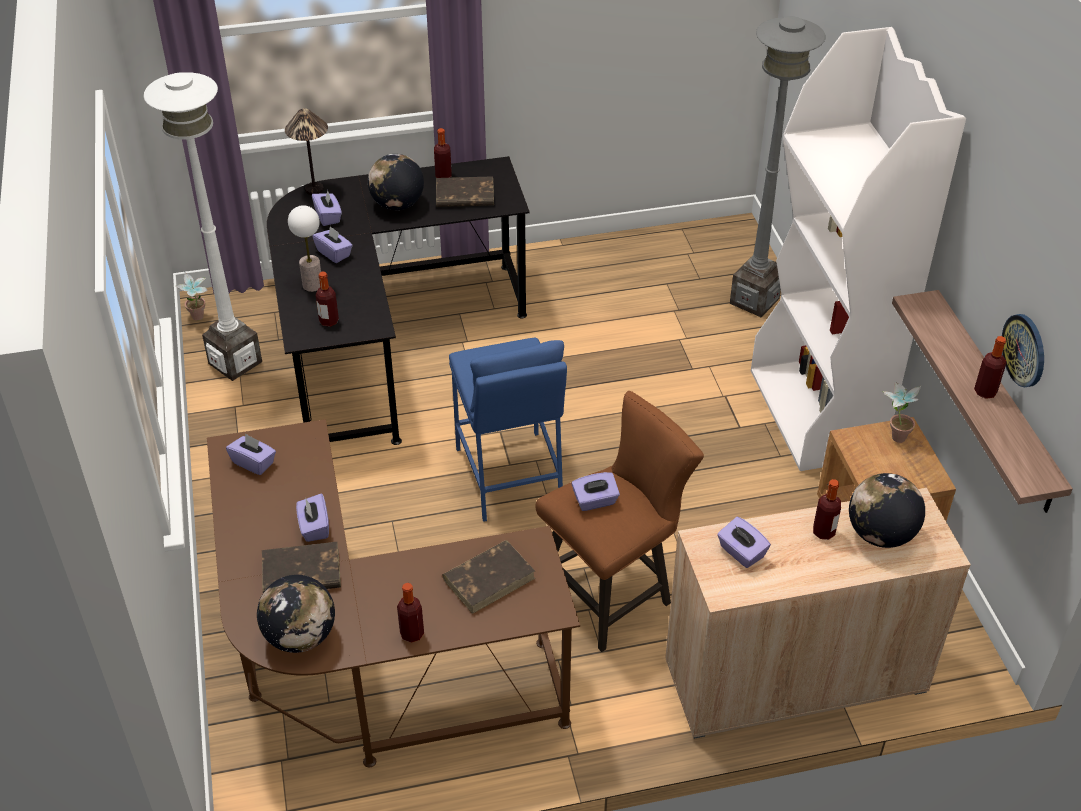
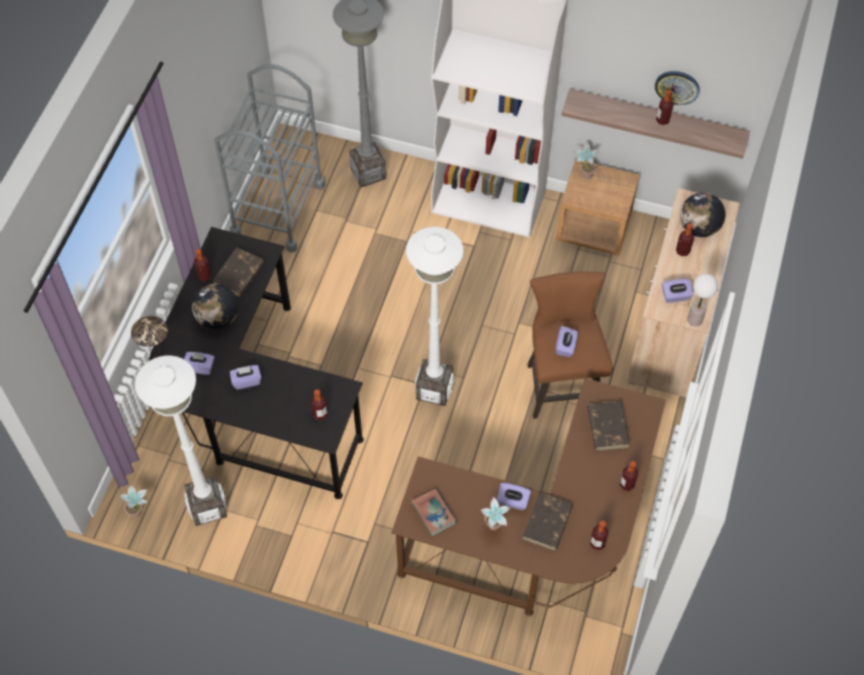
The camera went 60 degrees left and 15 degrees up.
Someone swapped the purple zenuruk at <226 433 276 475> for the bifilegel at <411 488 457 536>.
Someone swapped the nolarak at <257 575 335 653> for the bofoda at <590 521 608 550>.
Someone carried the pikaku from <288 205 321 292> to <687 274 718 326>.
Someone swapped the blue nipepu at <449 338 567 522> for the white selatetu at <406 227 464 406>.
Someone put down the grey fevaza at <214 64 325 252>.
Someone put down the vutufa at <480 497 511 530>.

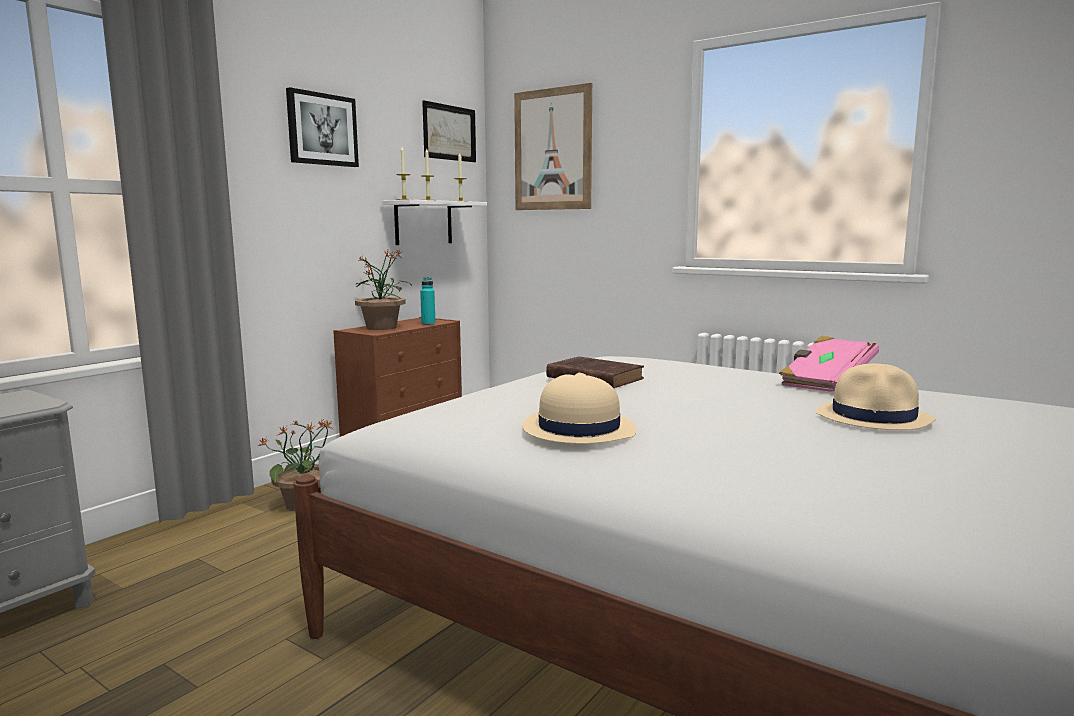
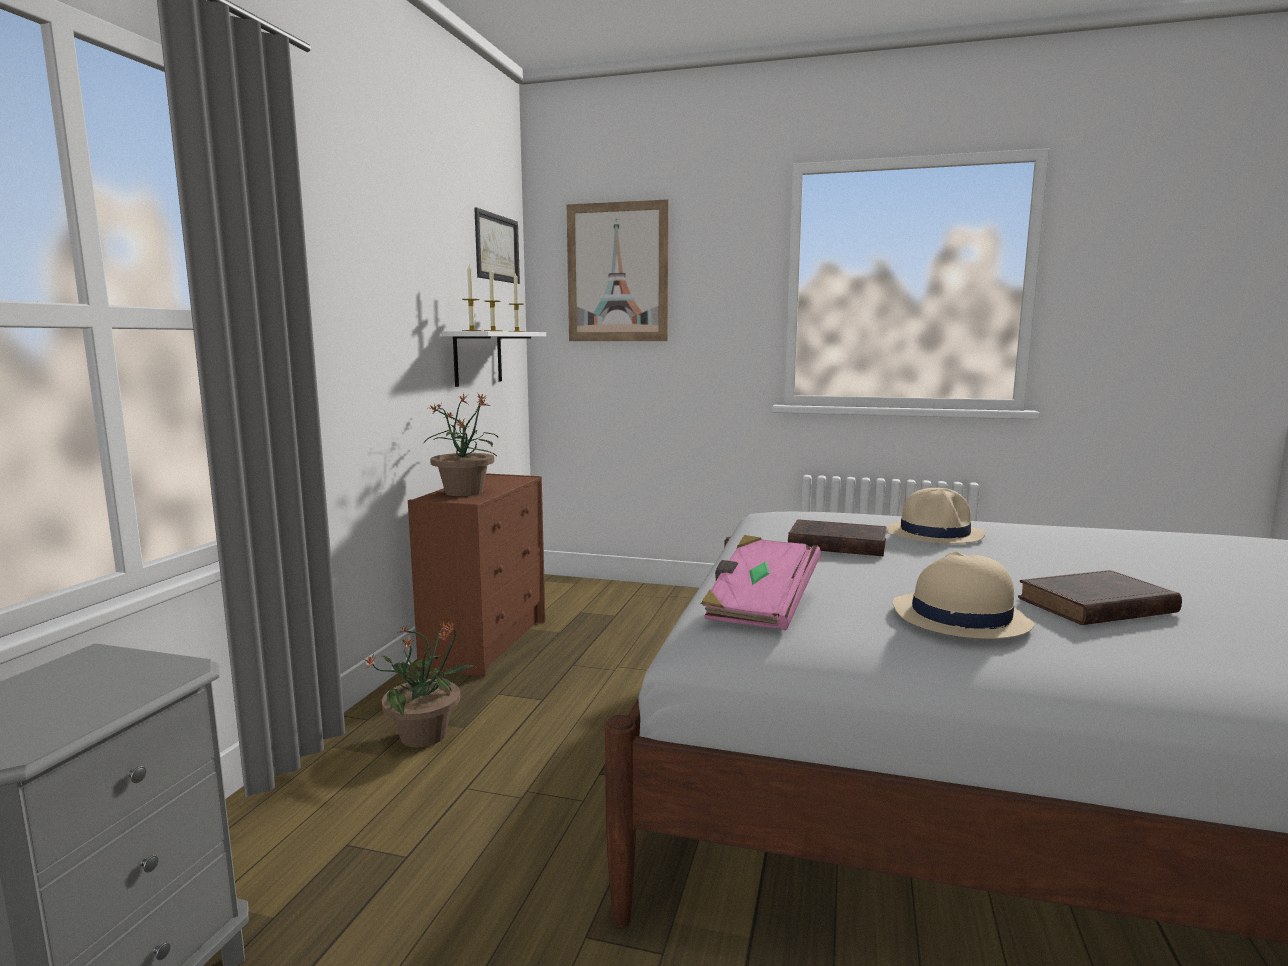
The camera went 20 degrees left and 0 degrees up.
Someone took away the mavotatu at <286 87 359 167>.
Someone took away the turquoise bofoda at <420 277 436 325>.
Someone carried the pink bifilegel from <779 336 879 391> to <701 535 821 630>.
Someone carried the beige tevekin from <816 364 936 430> to <887 488 986 544>.
Someone put down the brown bifilegel at <1018 570 1182 625>.

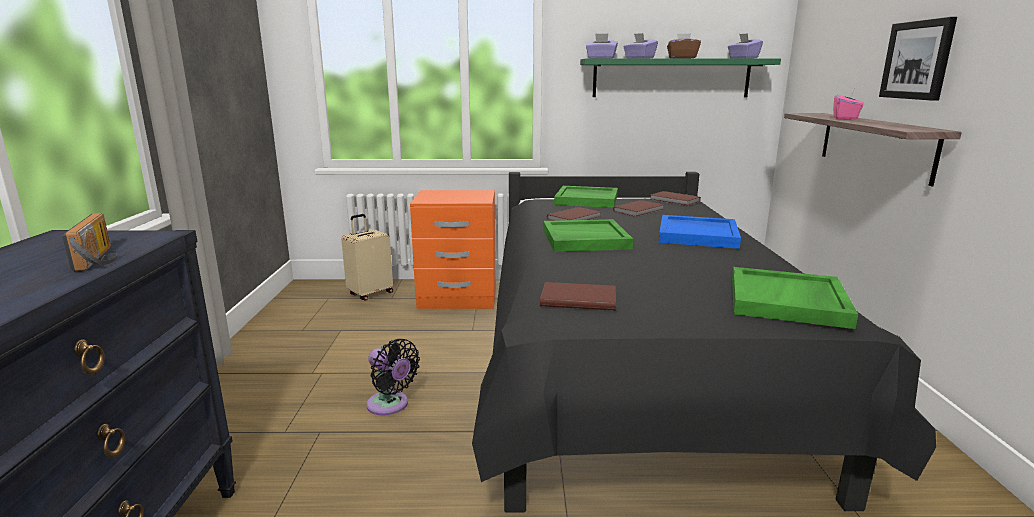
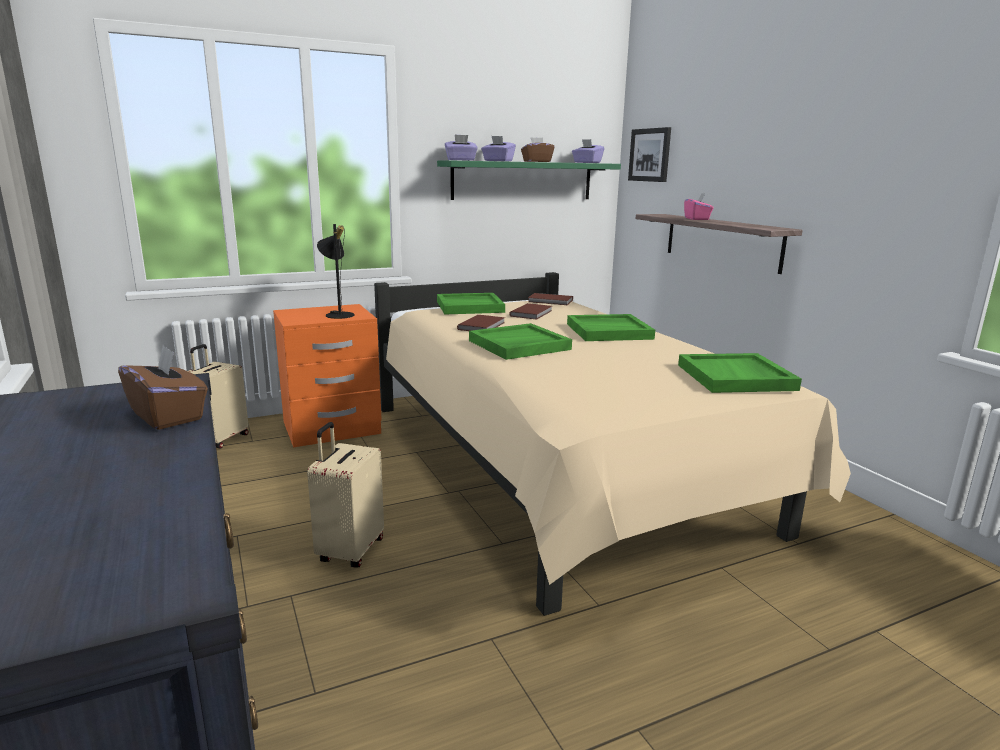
The camera went 25 degrees left and 0 degrees up.
Someone swapped the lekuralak at <62 213 118 271> for the brown zenuruk at <118 345 208 430>.
Someone swapped the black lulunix at <366 339 420 416> for the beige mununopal at <307 422 384 568>.
Someone repainted the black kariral at <472 172 936 513>, which became the beige kariral at <374 272 851 616>.
Someone took away the brown bifilegel at <540 282 616 311>.
Someone repainted the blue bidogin at <659 215 741 249>, which became the green bidogin at <567 314 655 341>.
Someone carried the mavotatu from <879 17 957 101> to <628 127 671 182>.
Someone put down the black pikaku at <317 224 354 319>.

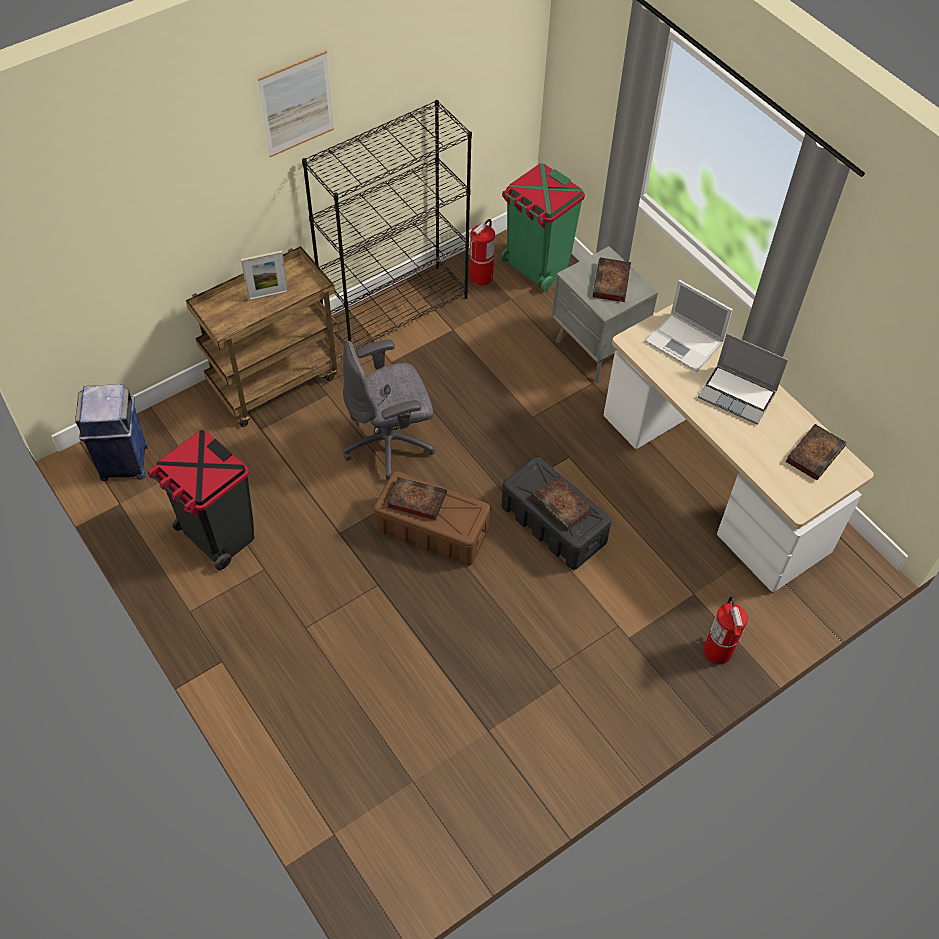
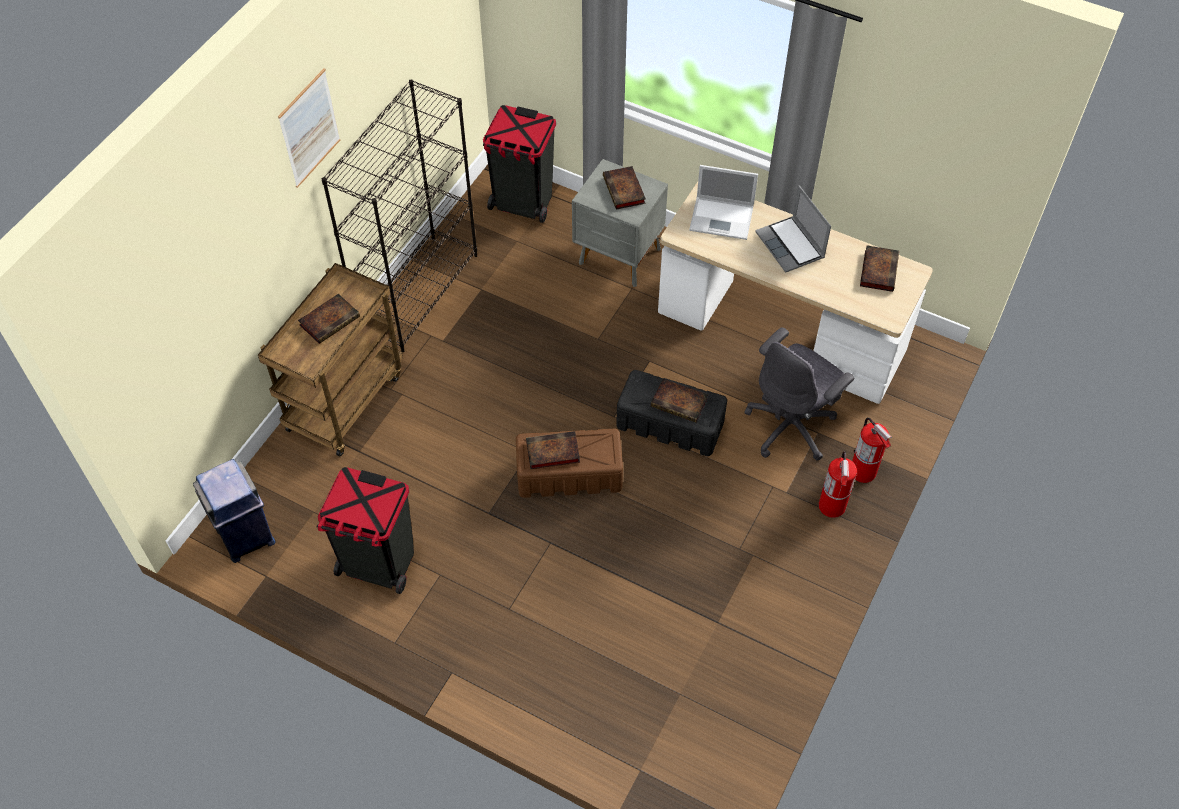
The camera went 25 degrees left and 0 degrees up.
Someone swapped the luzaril at <241 250 288 301> for the bifilegel at <298 294 360 344>.
Someone carried the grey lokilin from <343 339 436 481> to <744 327 854 461>.
Someone carried the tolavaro from <469 219 495 286> to <819 451 857 518>.
Someone repainted the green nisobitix at <500 163 585 291>, which became the black nisobitix at <483 105 556 223>.
Someone rotated the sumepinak at <698 333 788 425> by 60 degrees clockwise.

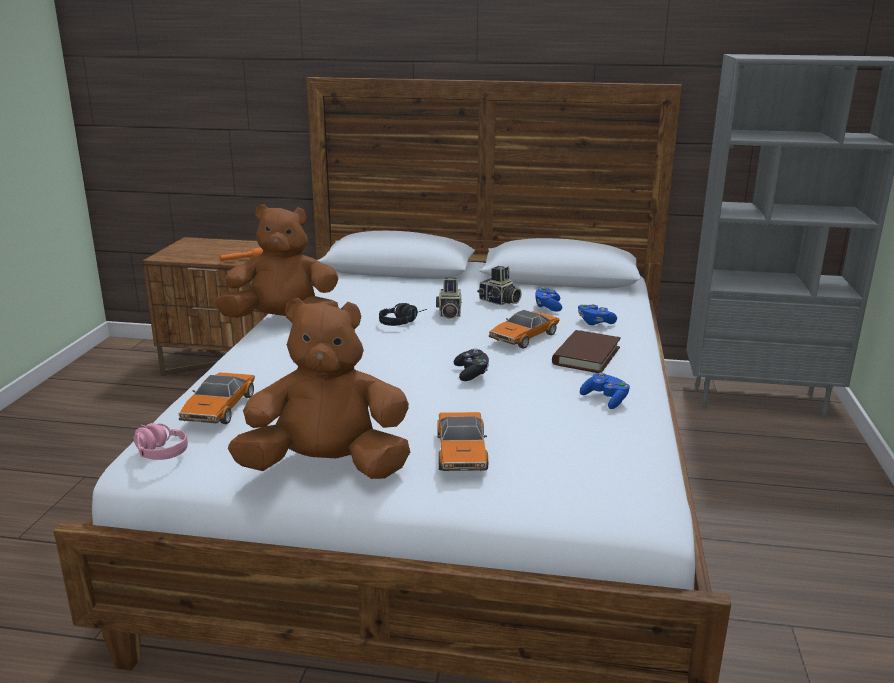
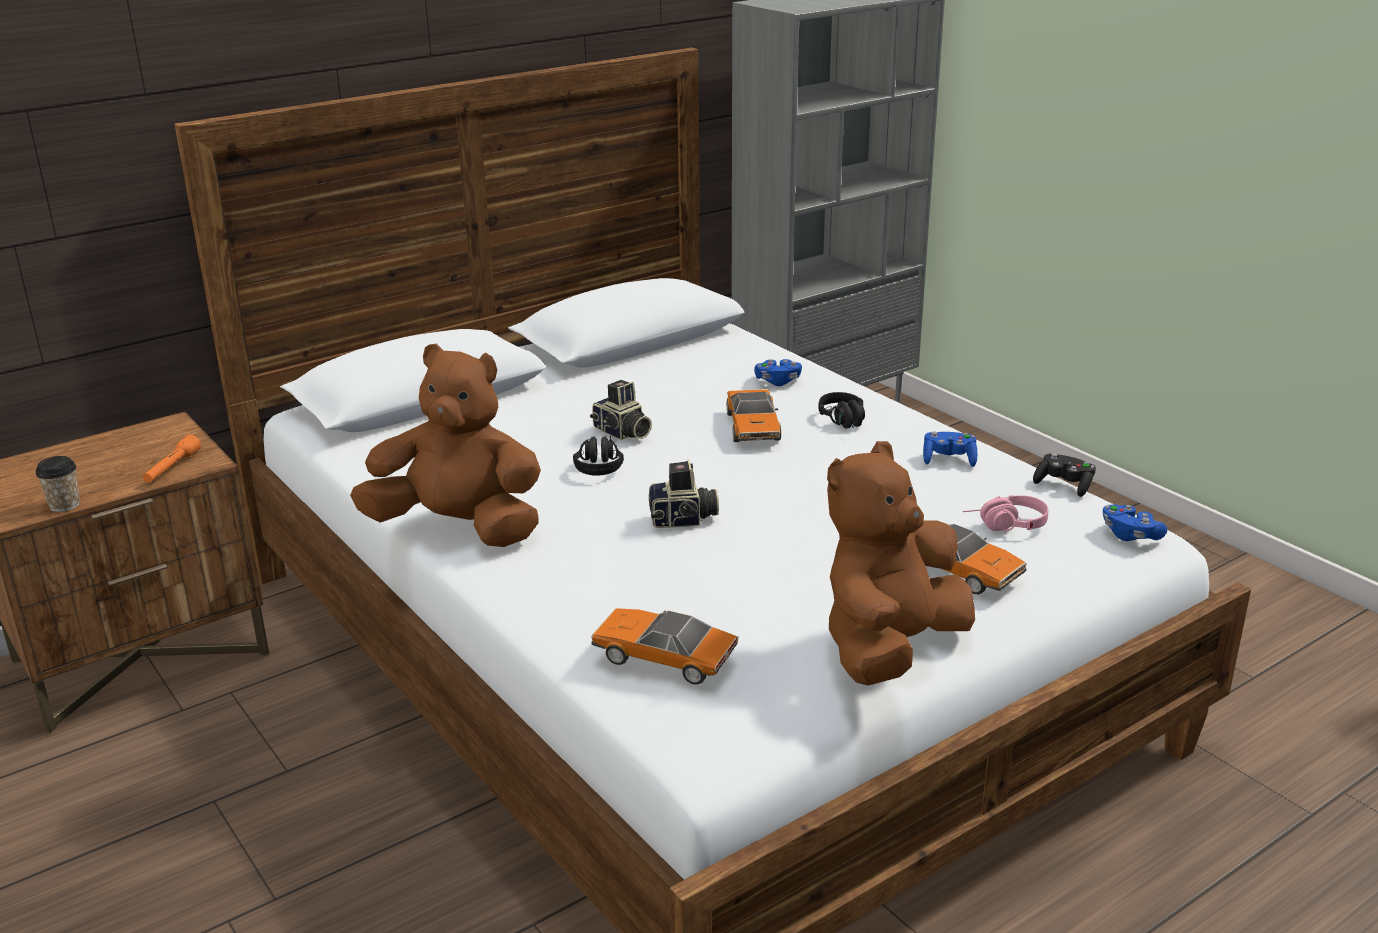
The camera went 45 degrees left and 5 degrees up.
Someone carried the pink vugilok from <134 423 188 460> to <963 495 1048 532>.
Someone rotated the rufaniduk at <178 372 255 424> by 150 degrees clockwise.
Someone rotated the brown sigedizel at <215 204 339 318> by 60 degrees clockwise.
Someone carried the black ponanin from <454 348 489 381> to <1033 453 1096 497>.
Someone carried the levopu from <477 266 522 305> to <649 459 719 528>.
Someone carried the blue ponanin from <535 287 562 312> to <1103 505 1167 541>.
Someone swapped the brown bifilegel at <552 330 621 373> for the black vugilok at <818 392 865 429>.
Someone put down the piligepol at <36 456 80 512>.

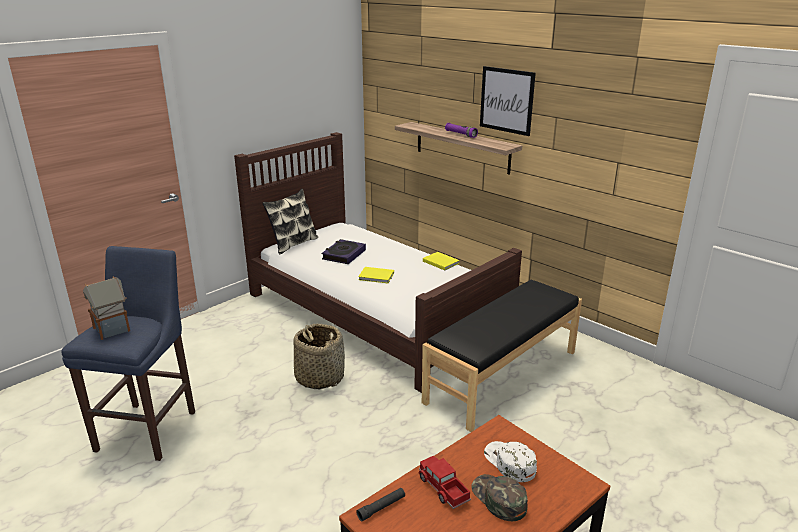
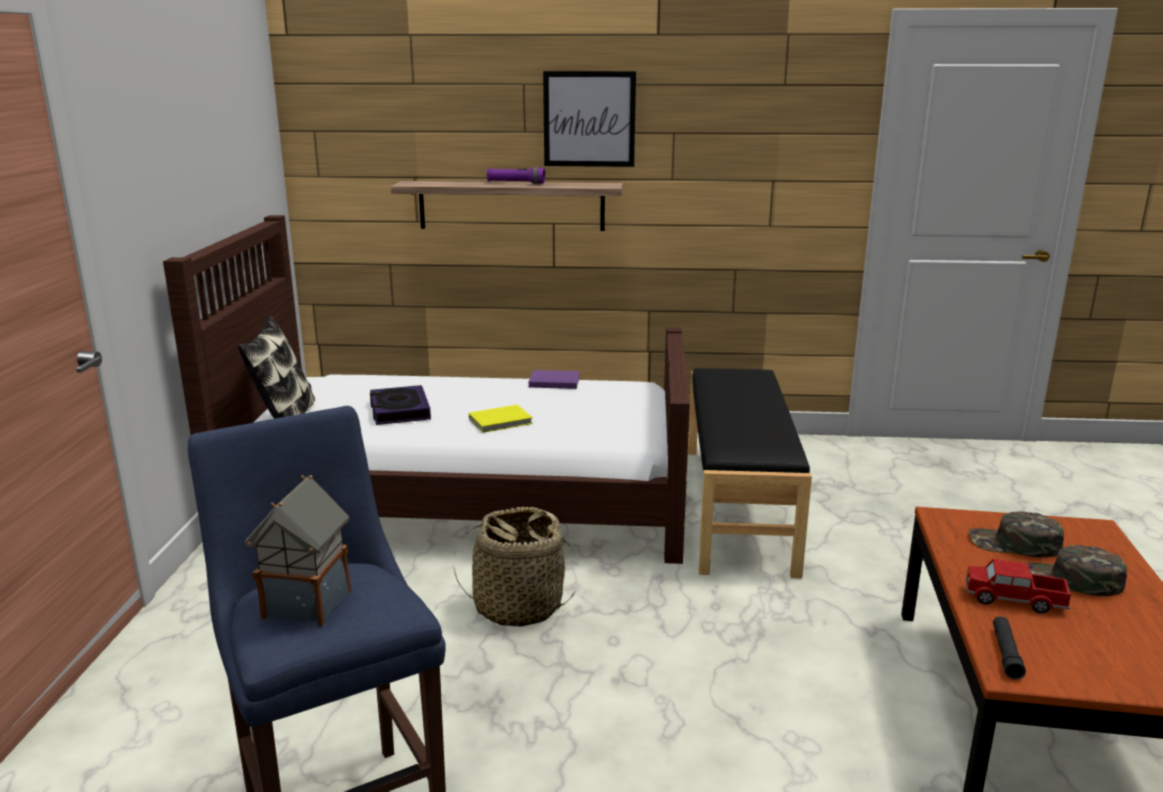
The camera went 40 degrees left and 5 degrees down.
Someone repainted the yellow bifilegel at <423 252 460 270>, which became the purple bifilegel at <529 370 580 389>.
Someone repainted the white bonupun at <484 441 537 482>, which became the green bonupun at <968 511 1064 558>.

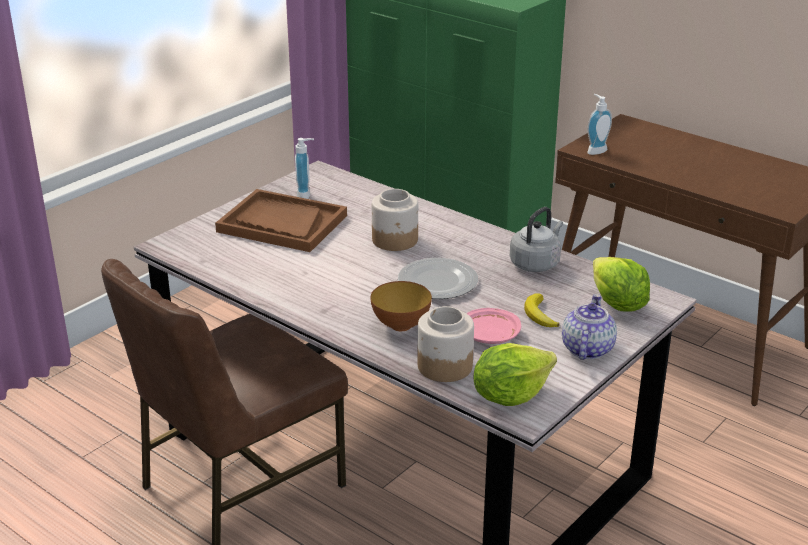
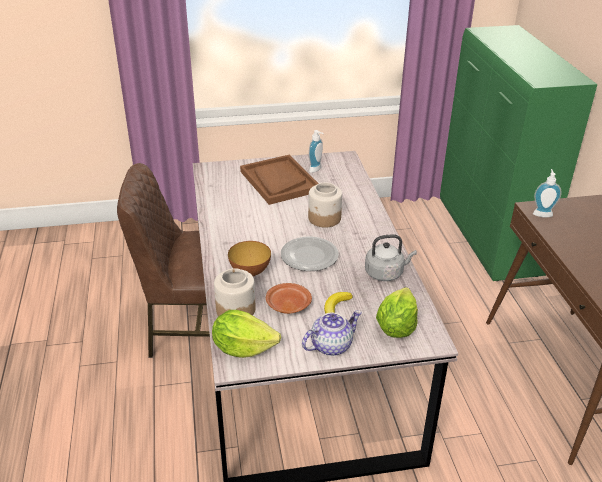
The camera went 40 degrees right and 5 degrees up.
Someone repainted the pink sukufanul at <466 308 521 344>, which became the brown sukufanul at <266 283 312 314>.

